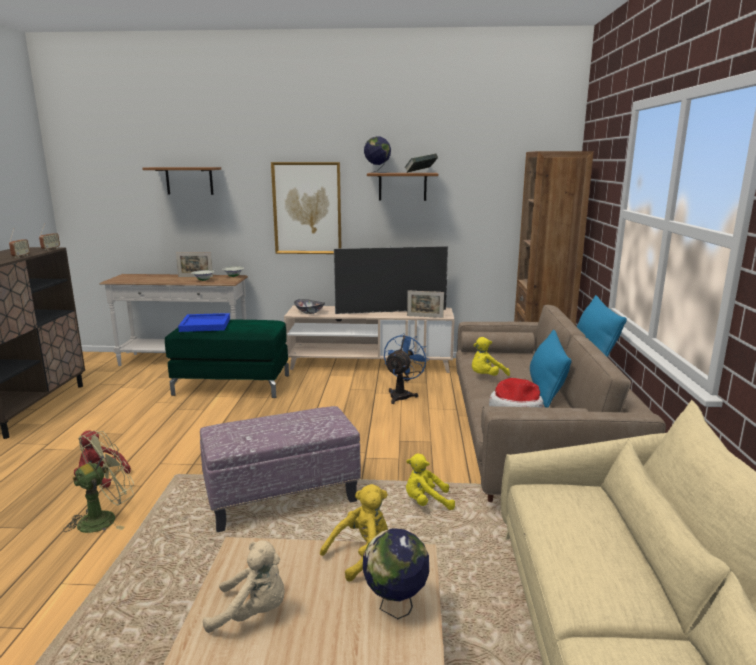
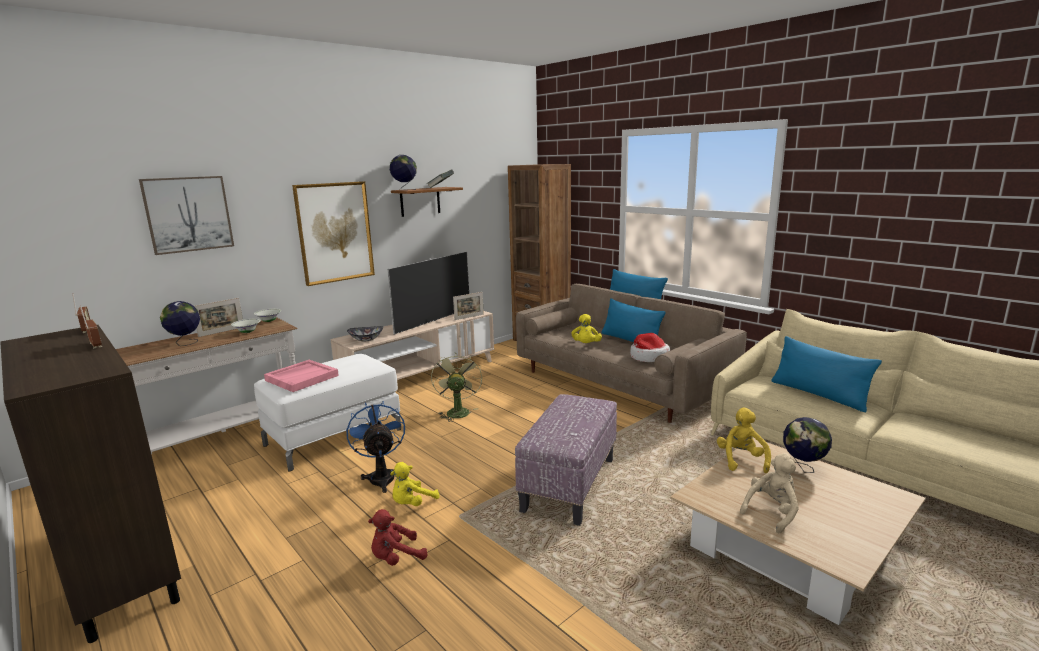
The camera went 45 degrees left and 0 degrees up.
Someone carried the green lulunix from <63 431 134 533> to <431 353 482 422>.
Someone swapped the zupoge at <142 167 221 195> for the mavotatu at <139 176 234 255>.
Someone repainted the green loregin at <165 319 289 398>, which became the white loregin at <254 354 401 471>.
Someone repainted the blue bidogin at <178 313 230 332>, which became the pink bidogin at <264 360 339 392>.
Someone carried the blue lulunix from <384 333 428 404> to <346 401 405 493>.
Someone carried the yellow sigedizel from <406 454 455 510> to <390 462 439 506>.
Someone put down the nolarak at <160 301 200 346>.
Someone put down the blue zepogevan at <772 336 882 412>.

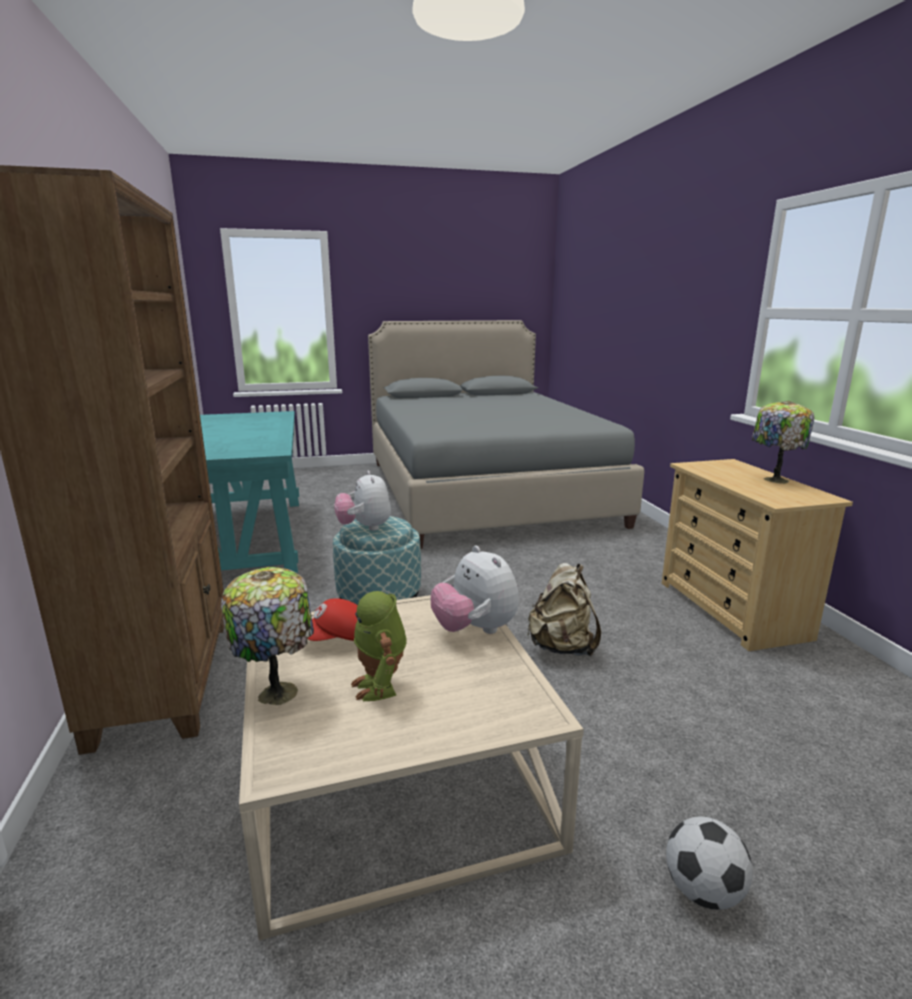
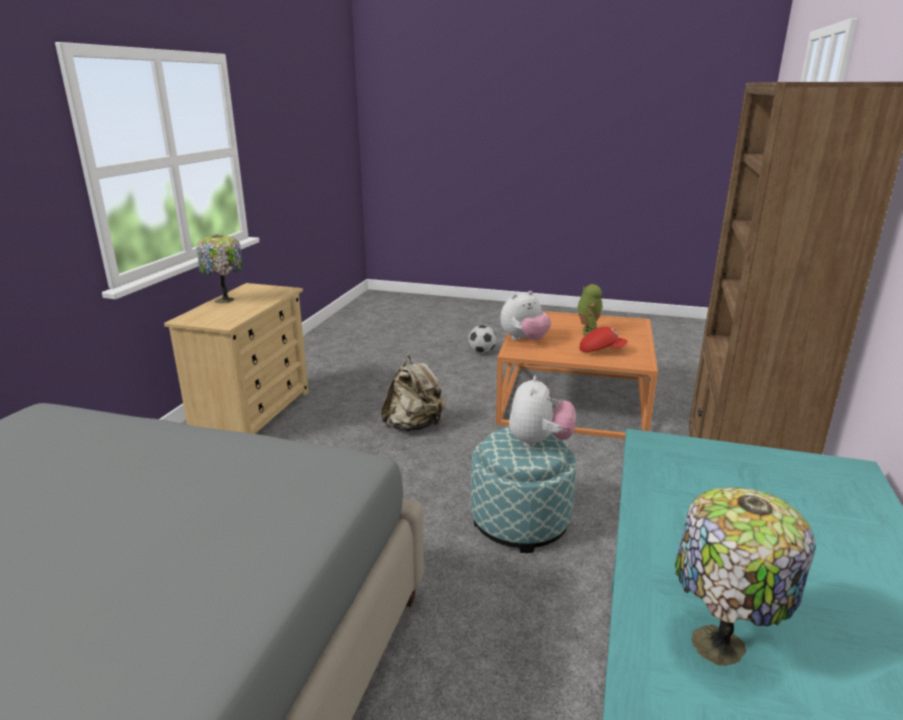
The camera went 150 degrees left and 5 degrees up.
Someone carried the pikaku from <221 567 314 705> to <675 487 816 666>.
Someone repainted the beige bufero at <239 595 584 941>, which became the orange bufero at <496 311 658 439>.
Someone rotated the sigedizel at <431 545 519 634> by 60 degrees clockwise.

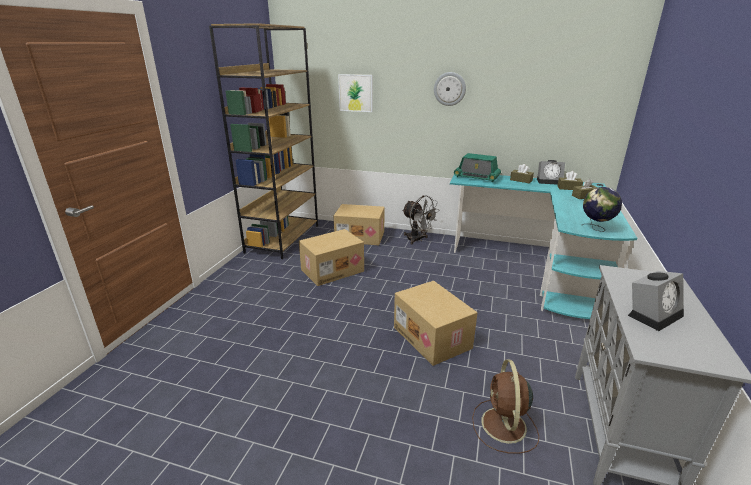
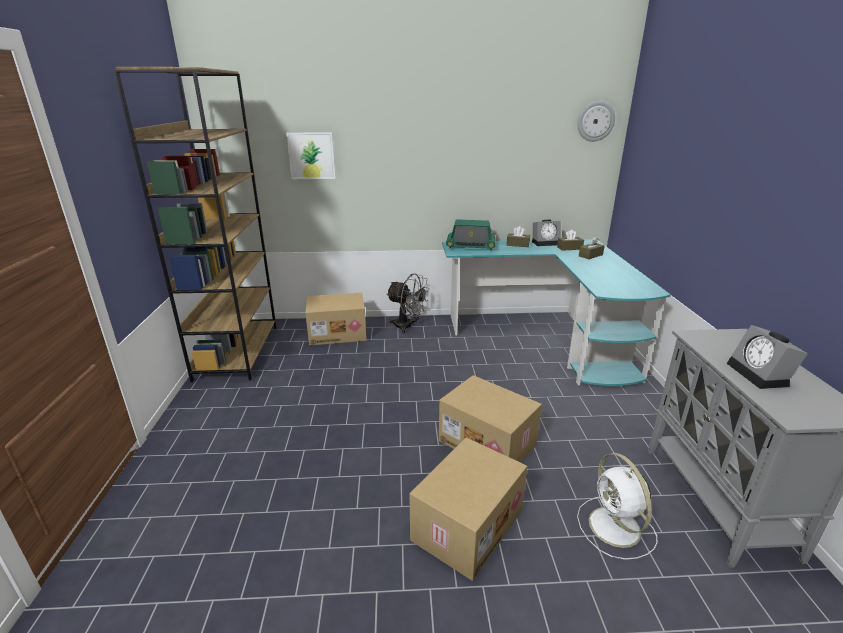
The camera went 20 degrees left and 0 degrees up.
Someone carried the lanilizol from <299 229 364 286> to <409 437 527 581>.
Someone carried the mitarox from <434 72 466 106> to <577 101 615 142>.
Someone repainted the brown lulunix at <472 359 539 454>, which became the white lulunix at <577 453 658 560>.
Someone took away the nolarak at <583 187 622 232>.
Someone rotated the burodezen at <628 271 684 331> by 135 degrees clockwise.

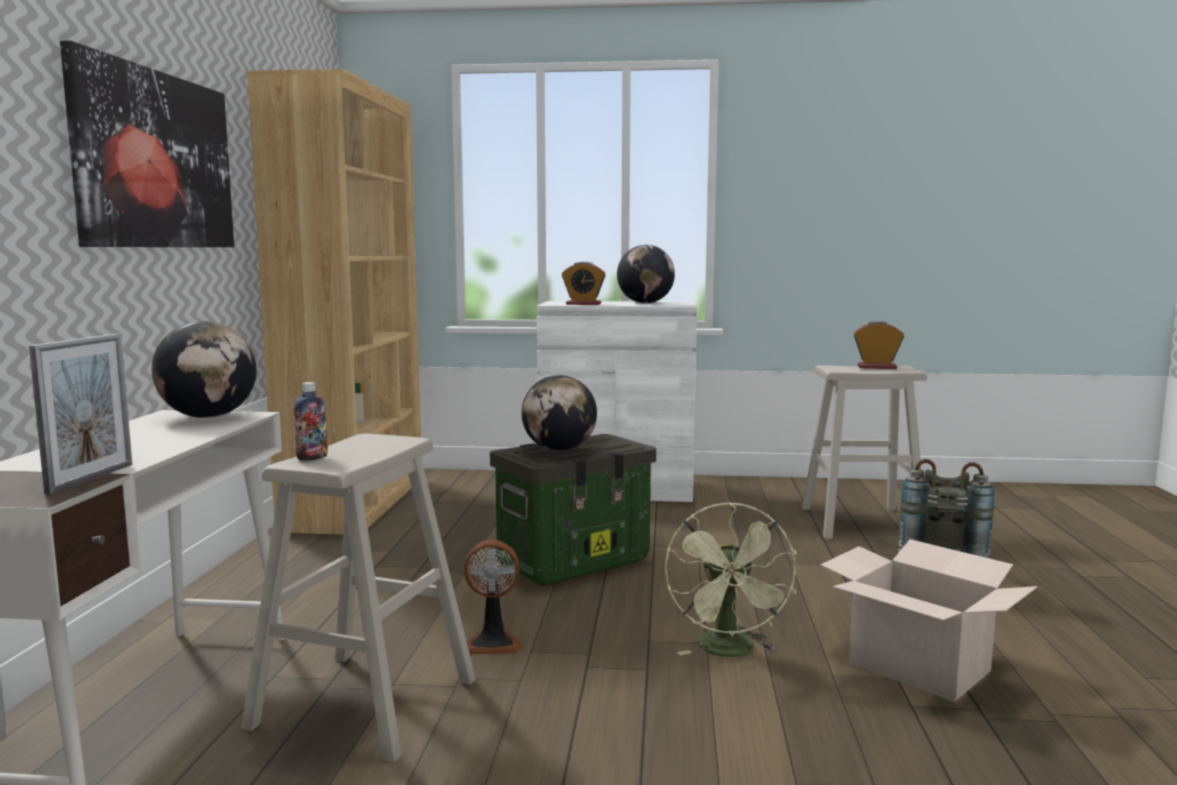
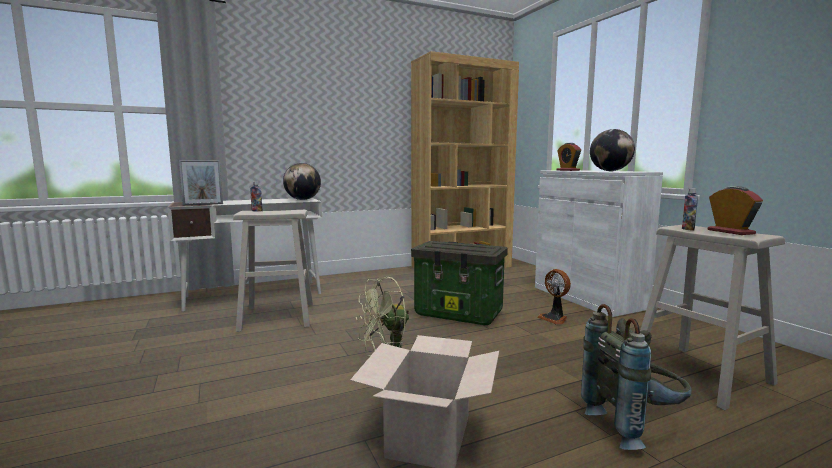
The camera went 60 degrees right and 0 degrees up.
Someone took away the mavotatu at <60 41 234 247>.
Someone carried the lulunix from <464 540 523 654> to <537 269 571 325>.
Someone took away the nolarak at <522 375 597 451>.
Someone put down the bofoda at <682 188 698 230>.

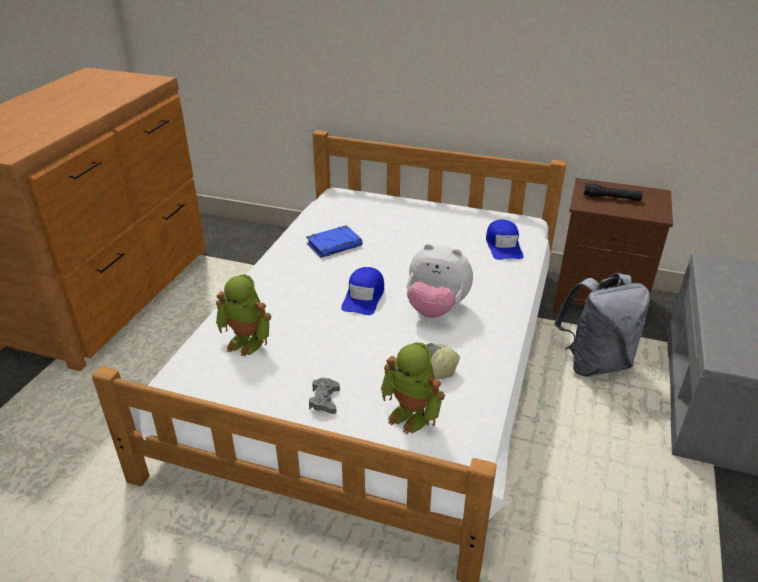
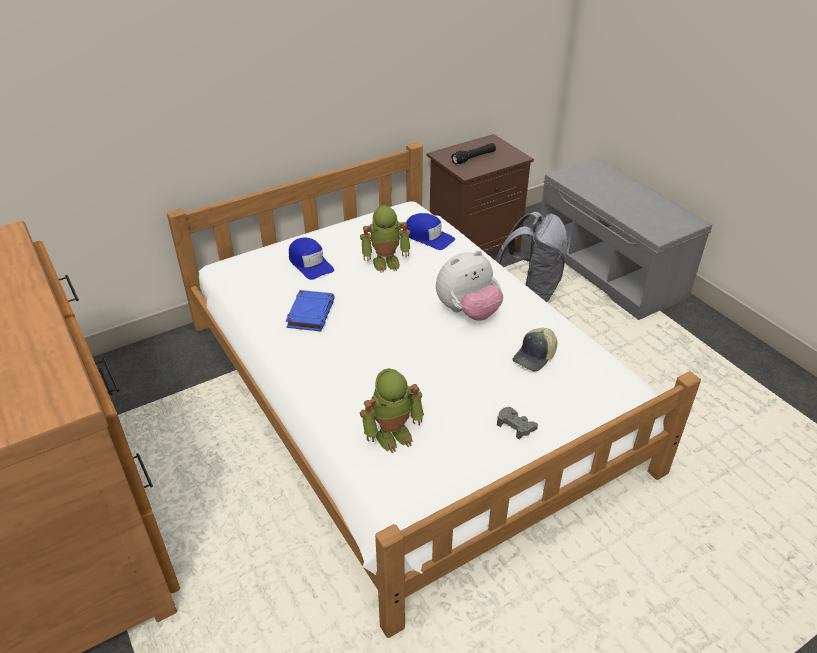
The camera went 50 degrees left and 5 degrees up.
Someone carried the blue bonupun from <341 267 384 315> to <289 238 334 280>.
Someone carried the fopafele from <381 342 445 434> to <360 205 411 273>.

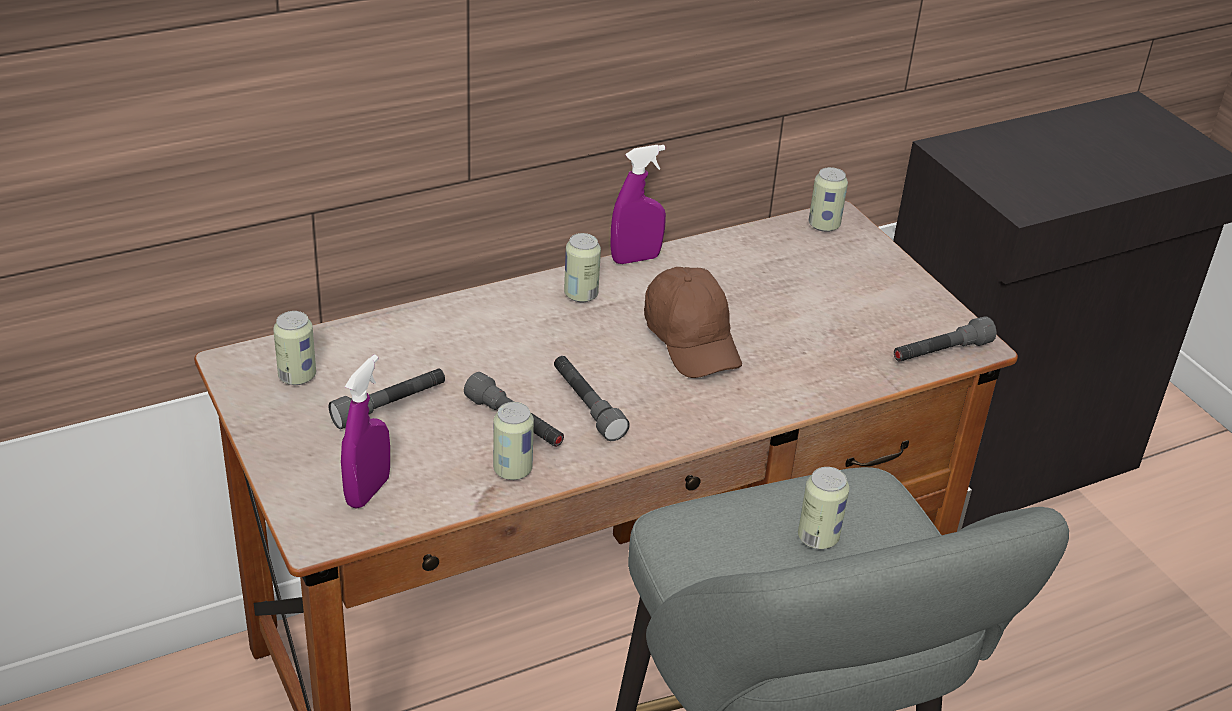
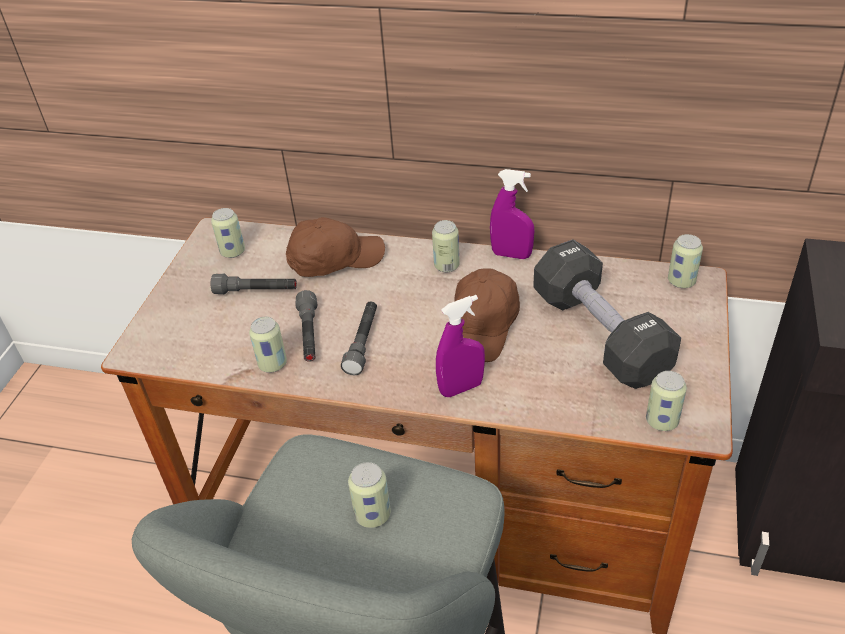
The camera went 45 degrees right and 5 degrees up.
Someone carried the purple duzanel from <341 354 390 509> to <436 295 485 397>.
Someone swapped the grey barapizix at <894 316 997 362> for the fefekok at <646 371 687 431>.
Someone put down the brown bonupun at <286 217 385 277>.
Someone put down the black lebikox at <533 239 681 389>.

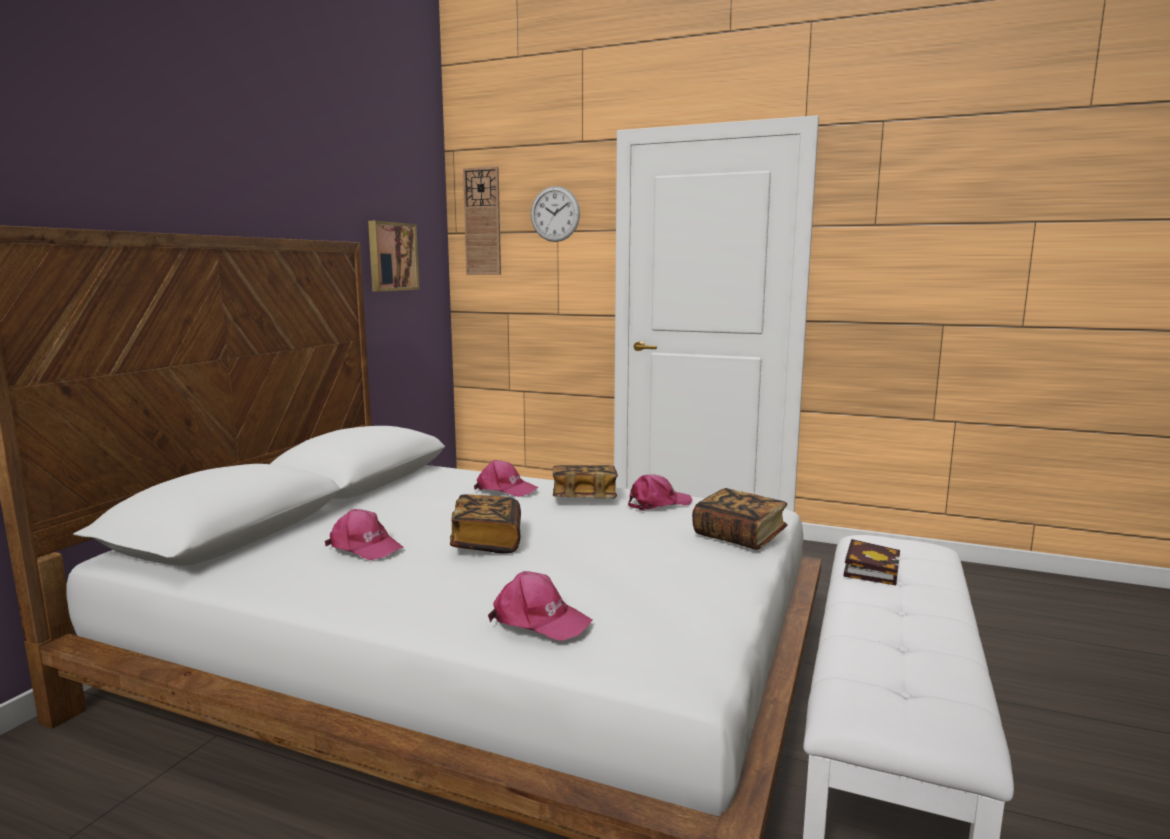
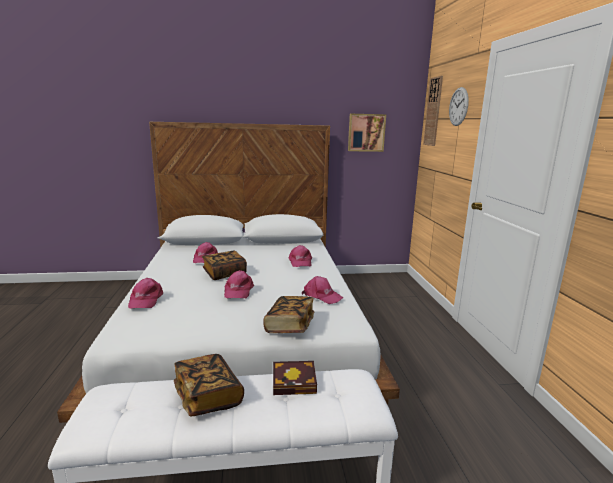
The camera went 60 degrees right and 5 degrees up.
Someone carried the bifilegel from <553 465 618 498> to <174 354 244 417>.
Someone put down the pink bonupun at <224 270 254 298>.

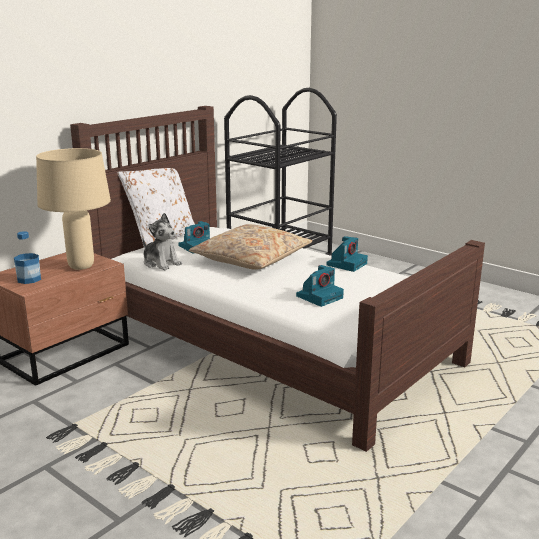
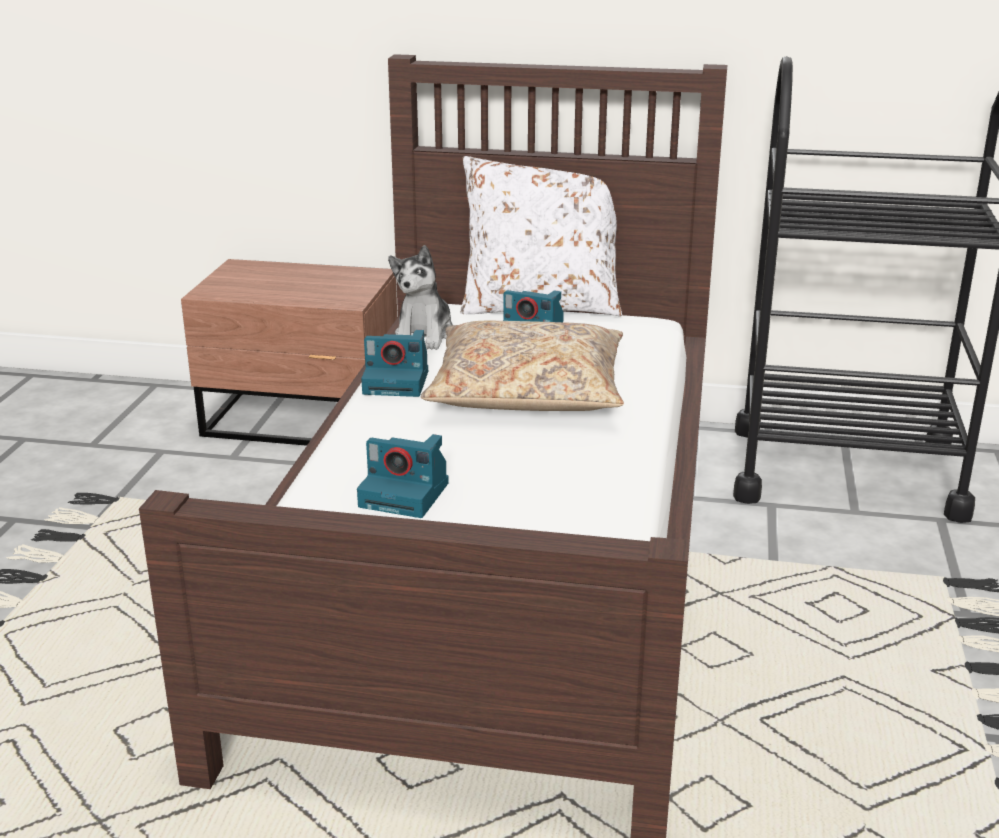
The camera went 60 degrees right and 5 degrees up.
Someone took away the bofoda at <14 231 41 284>.
Someone took away the beige pikaku at <36 148 111 270>.
Someone carried the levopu from <326 236 368 272> to <361 330 428 397>.

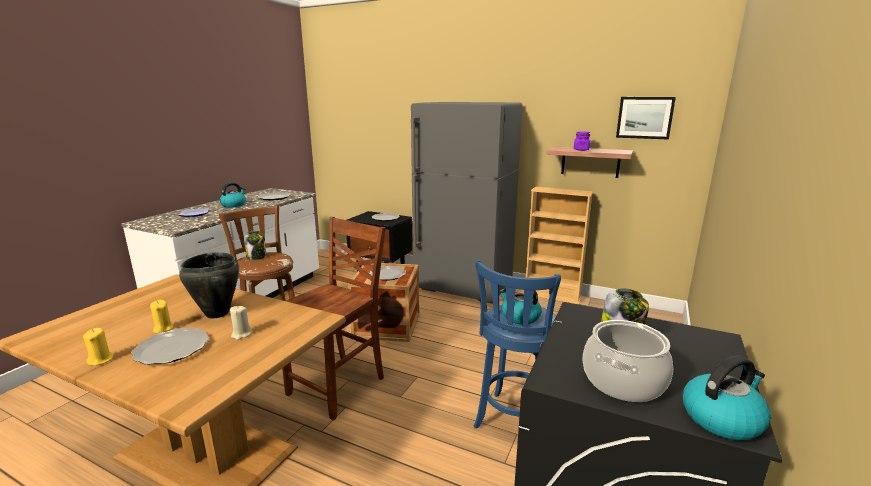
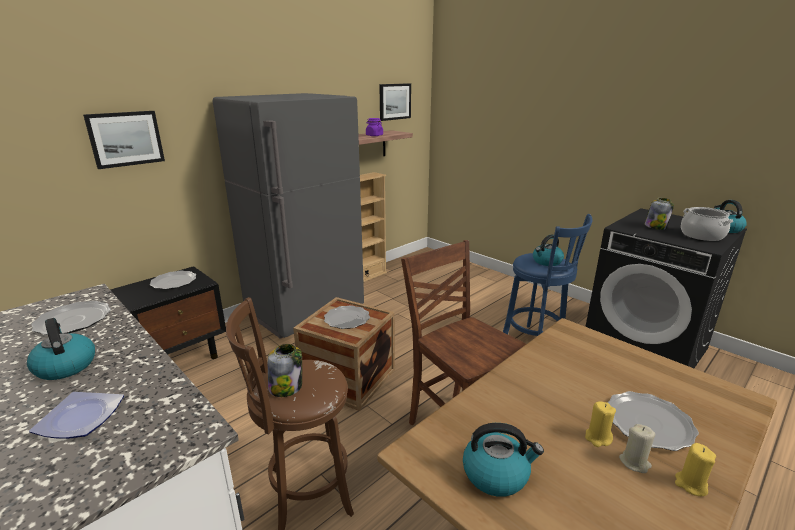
The camera went 70 degrees left and 5 degrees up.
Someone took away the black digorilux at <179 252 239 319>.
Someone carried the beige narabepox from <230 306 253 340> to <619 424 655 473>.
Someone put up the mavotatu at <83 111 165 169>.
Someone put down the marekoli at <463 423 544 497>.

